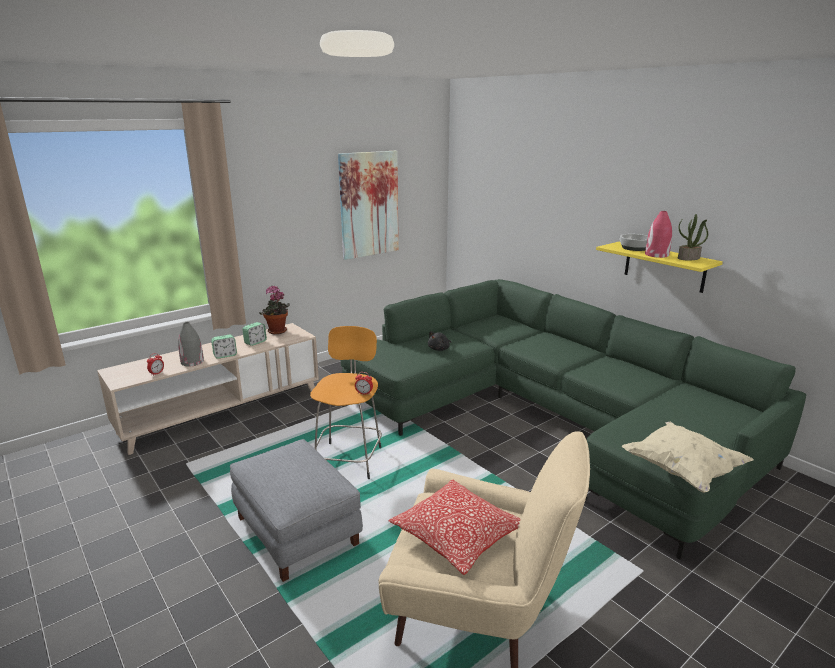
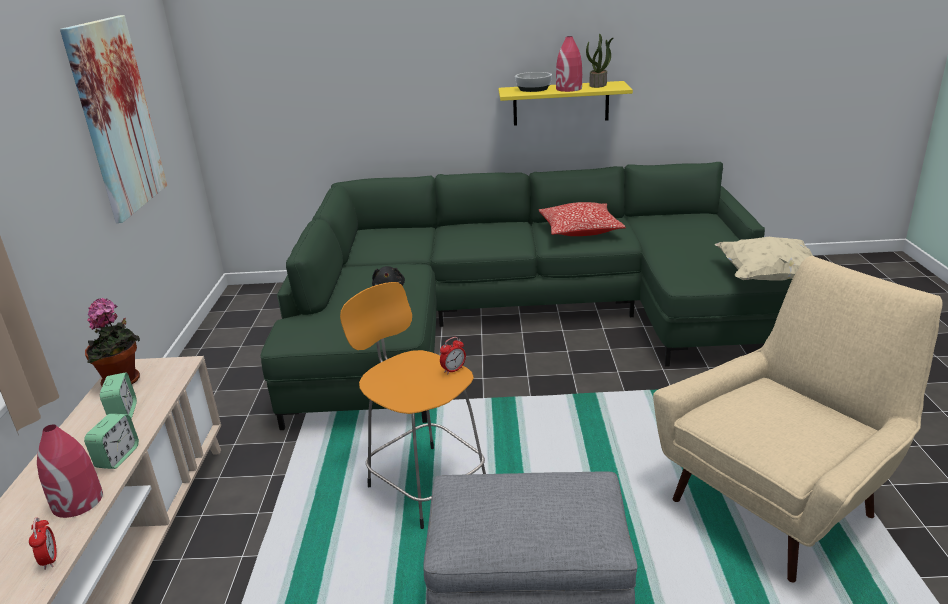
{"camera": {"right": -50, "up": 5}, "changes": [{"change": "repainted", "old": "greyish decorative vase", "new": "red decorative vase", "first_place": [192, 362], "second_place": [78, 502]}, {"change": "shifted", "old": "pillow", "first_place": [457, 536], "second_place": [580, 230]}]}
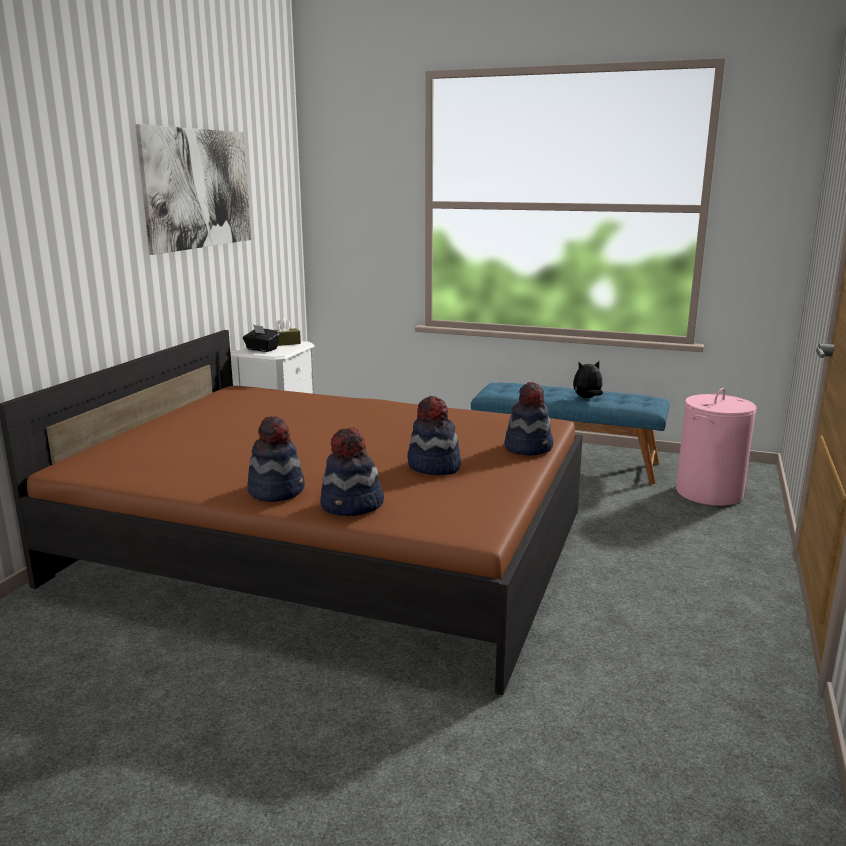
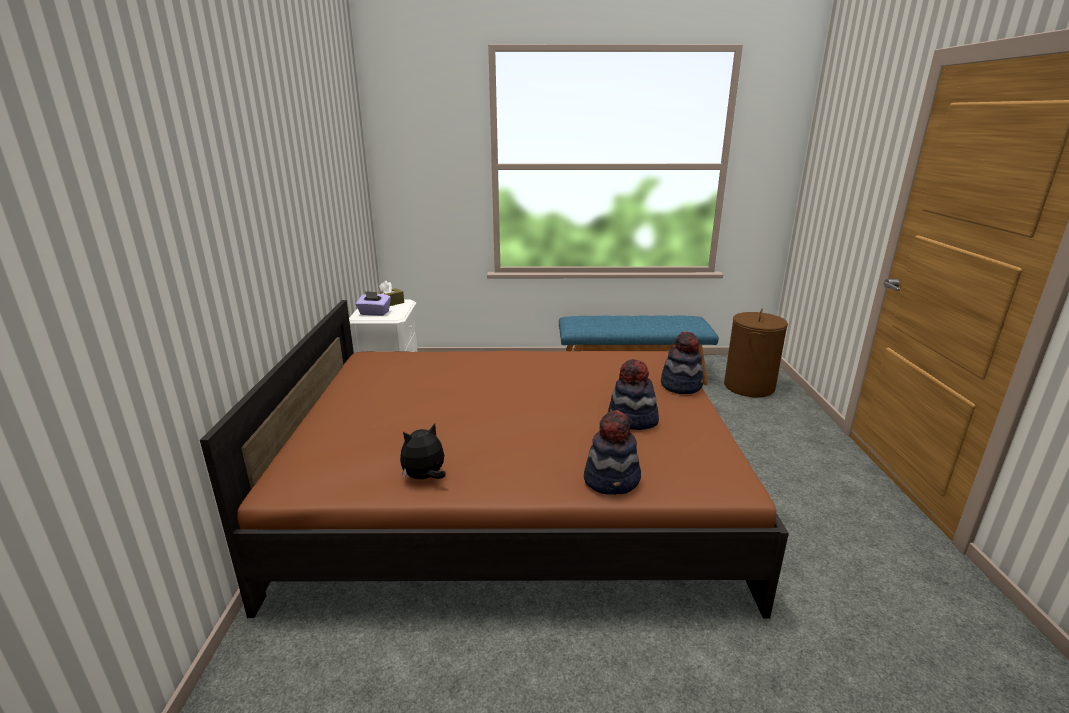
{"camera": {"right": -20, "up": 5}, "changes": [{"change": "gone", "old": "wall picture", "first_place": [198, 188]}, {"change": "repainted", "old": "black tissue holder", "new": "purple-coloured tissue holder", "first_place": [261, 349], "second_place": [374, 313]}, {"change": "gone", "old": "clothing hat", "first_place": [277, 491]}, {"change": "shifted", "old": "soft toy", "first_place": [587, 398], "second_place": [425, 478]}, {"change": "repainted", "old": "pinkish hamper", "new": "brown hamper", "first_place": [709, 492], "second_place": [749, 386]}]}
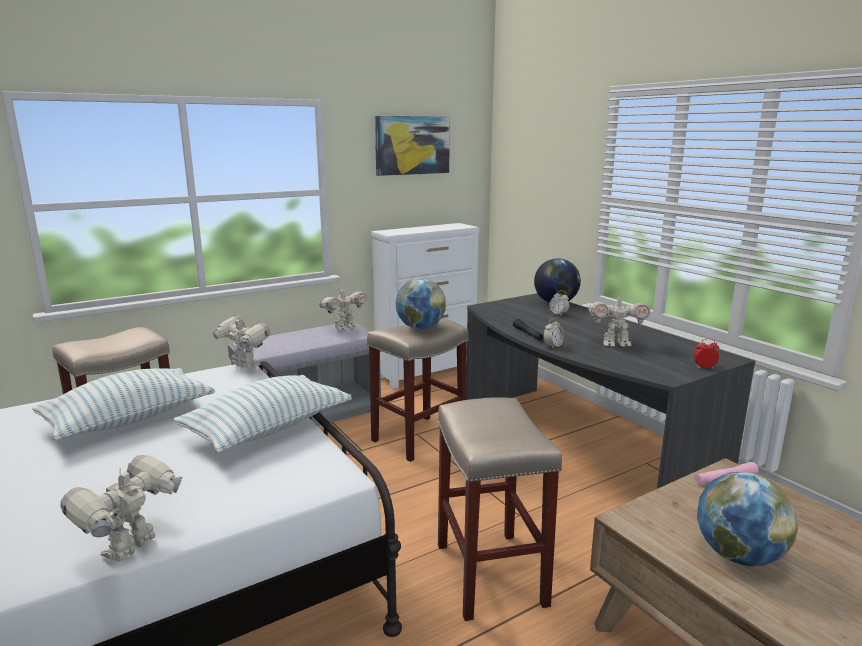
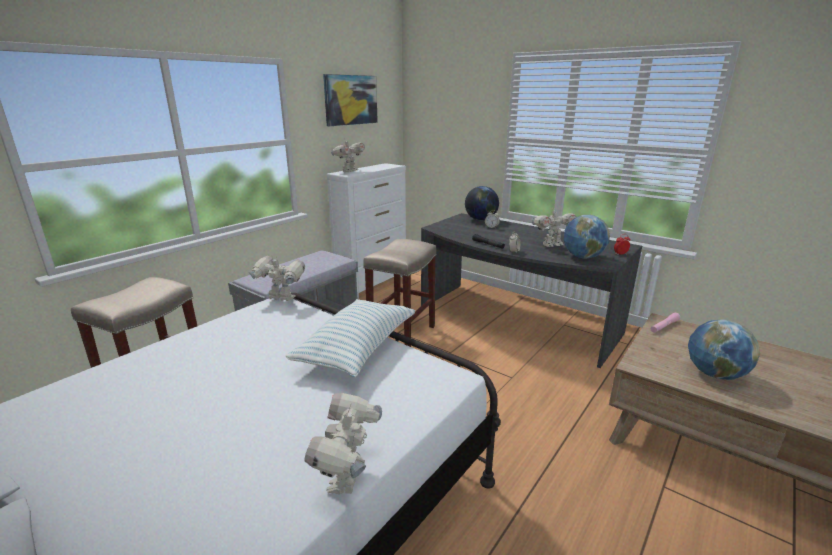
{"camera": {"right": -20, "up": 5}, "changes": [{"change": "gone", "old": "pillow", "first_place": [129, 419]}, {"change": "shifted", "old": "robot figure", "first_place": [344, 327], "second_place": [349, 171]}, {"change": "shifted", "old": "desk globe", "first_place": [420, 328], "second_place": [583, 257]}, {"change": "gone", "old": "sand-coloured sitting stool", "first_place": [489, 573]}]}
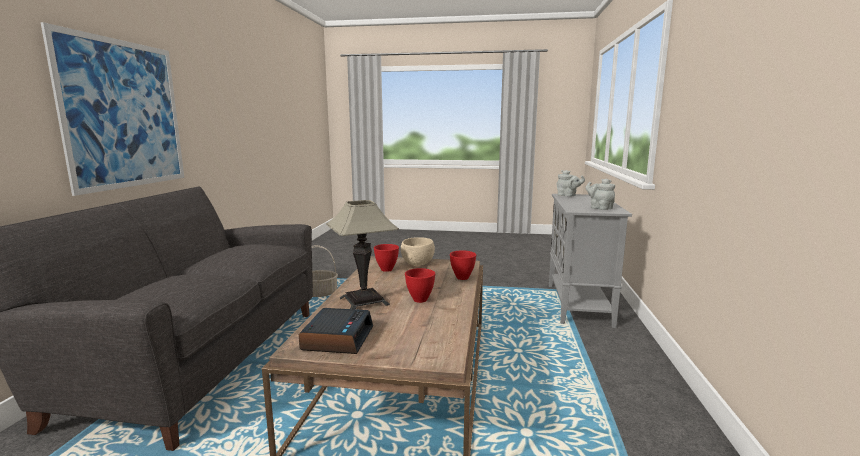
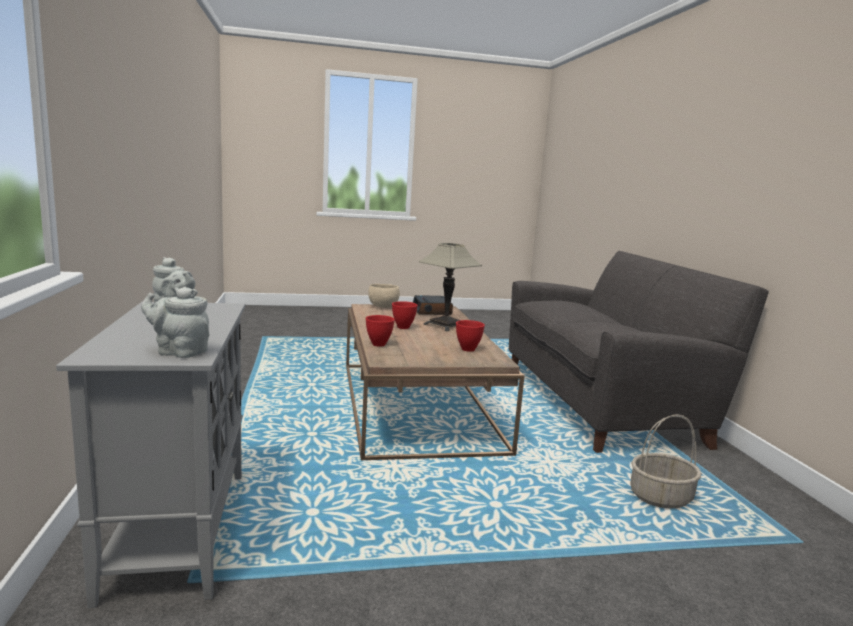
{"camera": {"right": 160, "up": 0}, "changes": [{"change": "gone", "old": "wall picture", "first_place": [124, 114]}, {"change": "shifted", "old": "sand-coloured deep dish", "first_place": [417, 264], "second_place": [383, 307]}]}
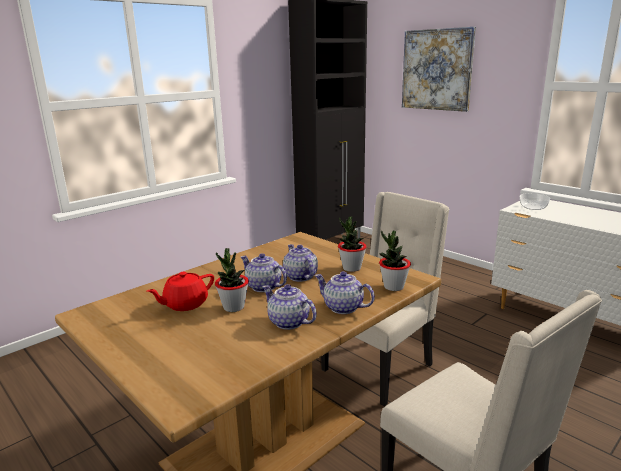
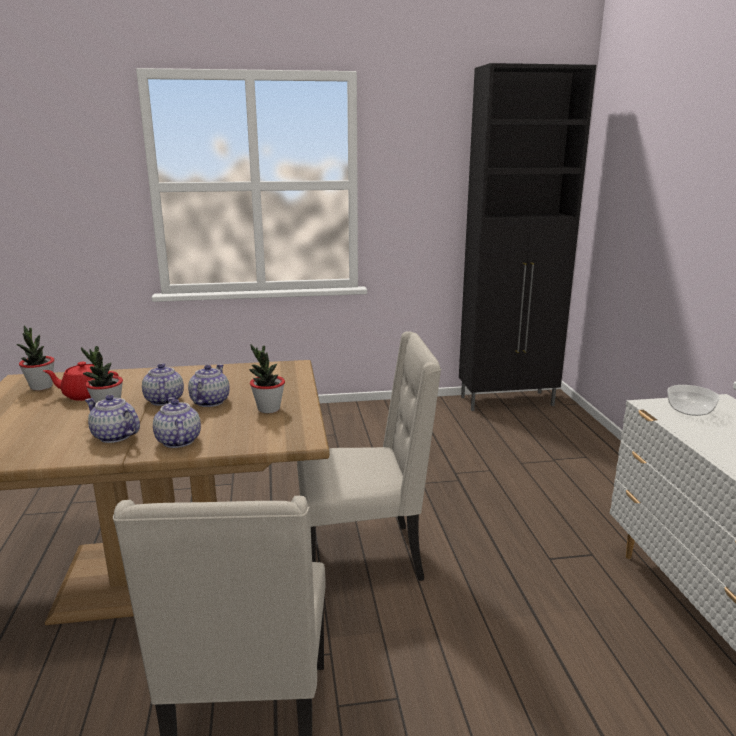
{"camera": {"right": 35, "up": 0}, "changes": [{"change": "rotated", "old": "pot for tea", "first_place": [288, 322], "second_place": [114, 436], "degrees": -45}, {"change": "shifted", "old": "potted plant", "first_place": [393, 287], "second_place": [41, 387]}, {"change": "gone", "old": "wall picture", "first_place": [437, 70]}]}
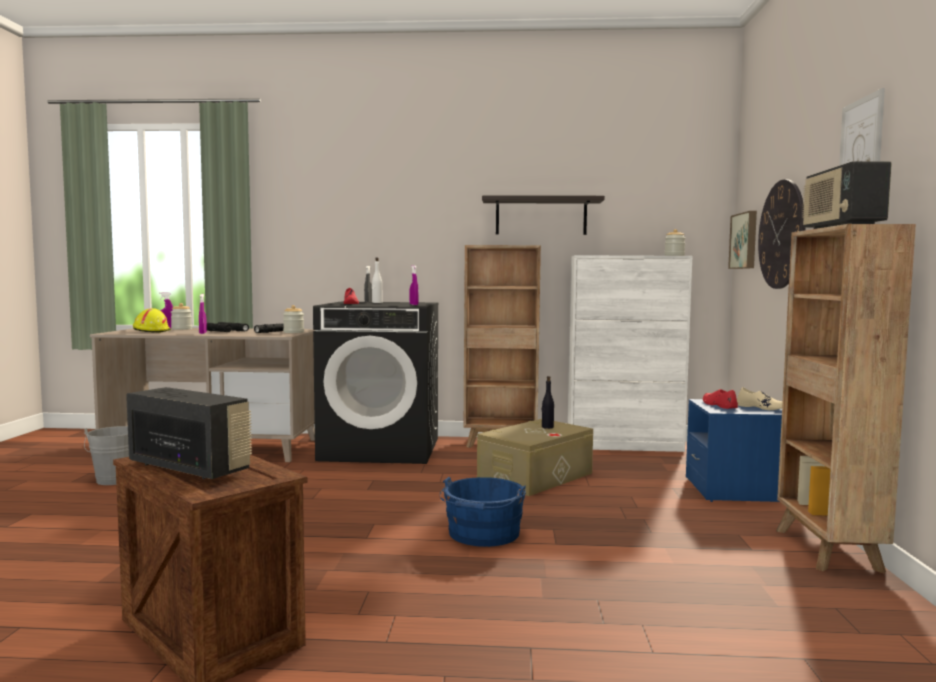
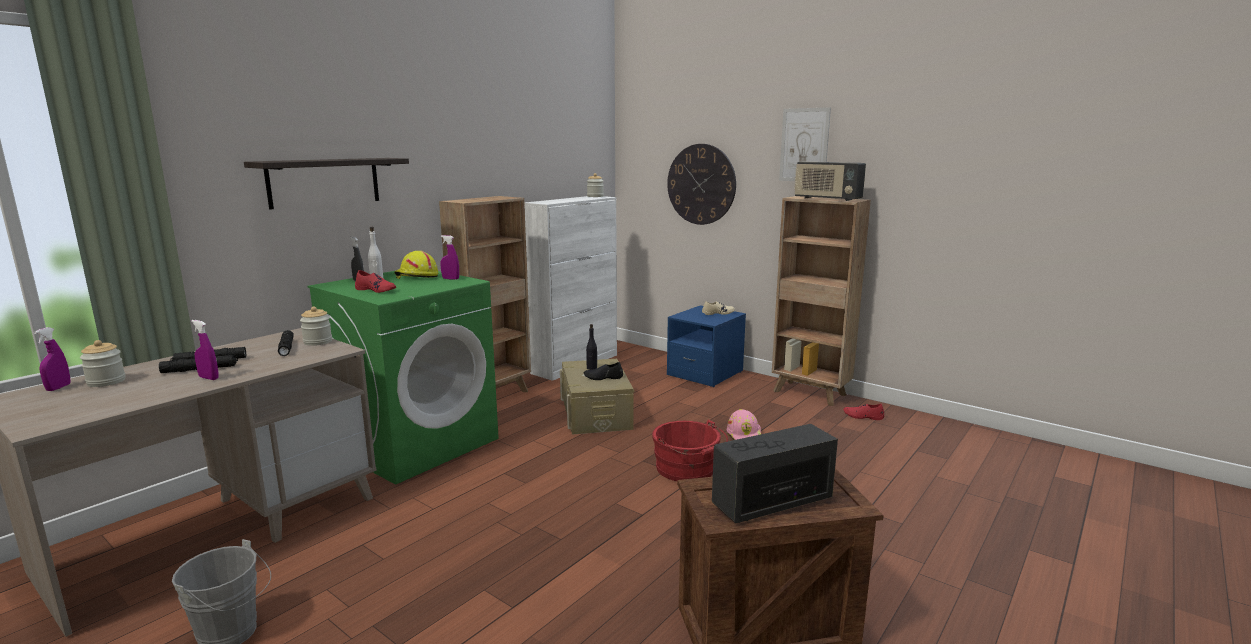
{"camera": {"right": -55, "up": 10}, "changes": [{"change": "shifted", "old": "yellow-coloured work helmet", "first_place": [151, 331], "second_place": [416, 277]}, {"change": "repainted", "old": "black laundry appliance", "new": "green-coloured laundry appliance", "first_place": [381, 449], "second_place": [416, 443]}, {"change": "repainted", "old": "blue water bucket", "new": "red water bucket", "first_place": [482, 534], "second_place": [688, 469]}, {"change": "shifted", "old": "wall shelf", "first_place": [541, 216], "second_place": [324, 182]}, {"change": "shifted", "old": "red item of footwear", "first_place": [718, 405], "second_place": [863, 416]}, {"change": "gone", "old": "wall picture", "first_place": [745, 241]}, {"change": "new", "new": "black item of footwear", "second_place": [603, 377]}, {"change": "new", "new": "pinkish work helmet", "second_place": [744, 434]}]}
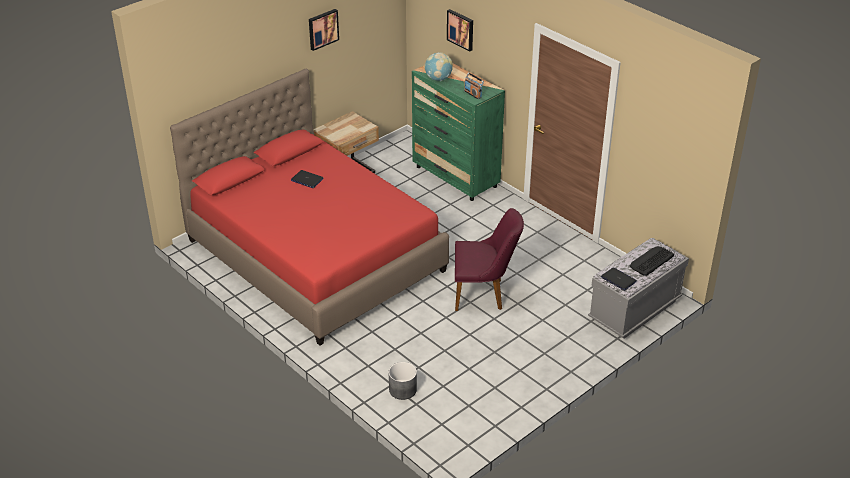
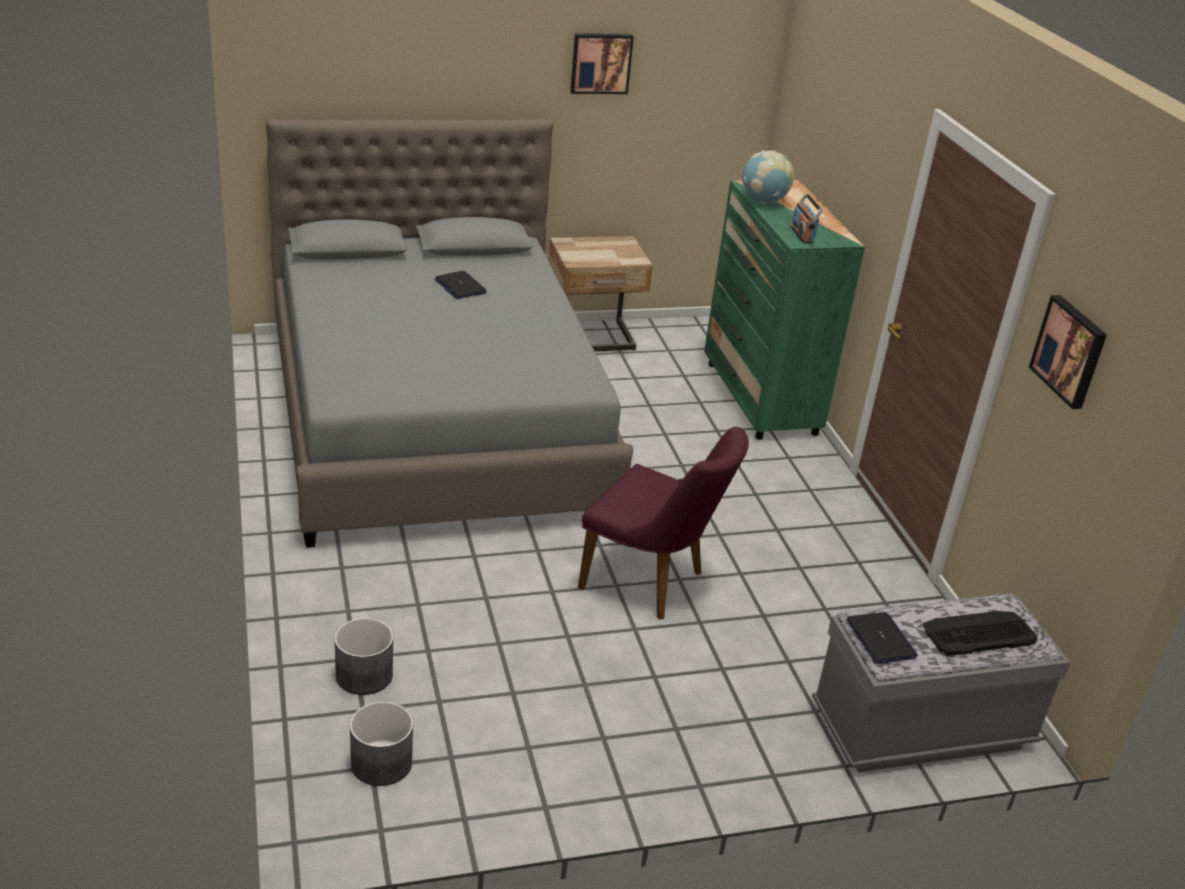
{"camera": {"right": 25, "up": -5}, "changes": [{"change": "repainted", "old": "red bedroom bed", "new": "greyish bedroom bed", "first_place": [315, 255], "second_place": [436, 421]}, {"change": "shifted", "old": "wall picture", "first_place": [461, 29], "second_place": [1070, 351]}, {"change": "new", "new": "greyish plant pot", "second_place": [380, 763]}]}
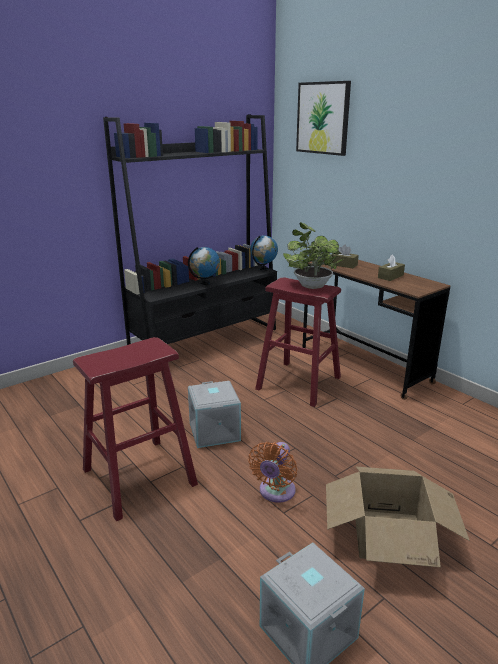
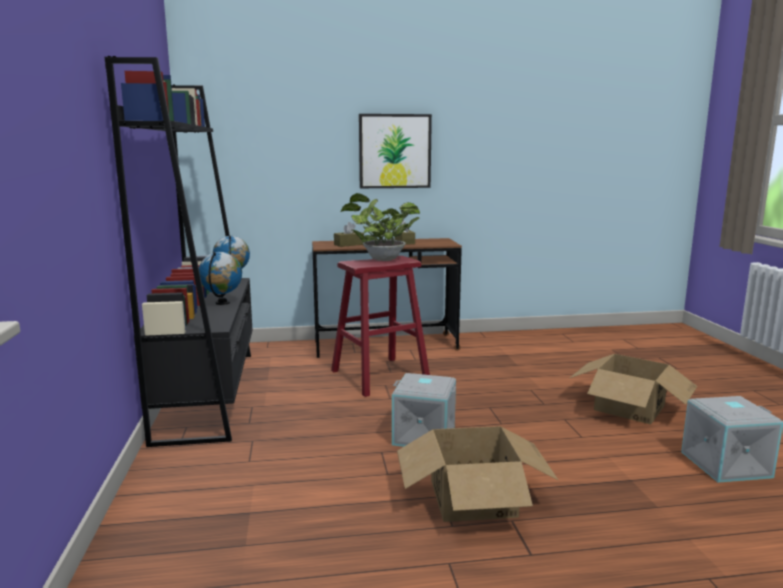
{"camera": {"right": -60, "up": -10}, "changes": [{"change": "swapped", "old": "red sitting stool", "new": "cardboard box", "first_place": [139, 477], "second_place": [472, 497]}, {"change": "gone", "old": "orange electric fan", "first_place": [275, 492]}, {"change": "shifted", "old": "wall picture", "first_place": [323, 118], "second_place": [394, 151]}]}
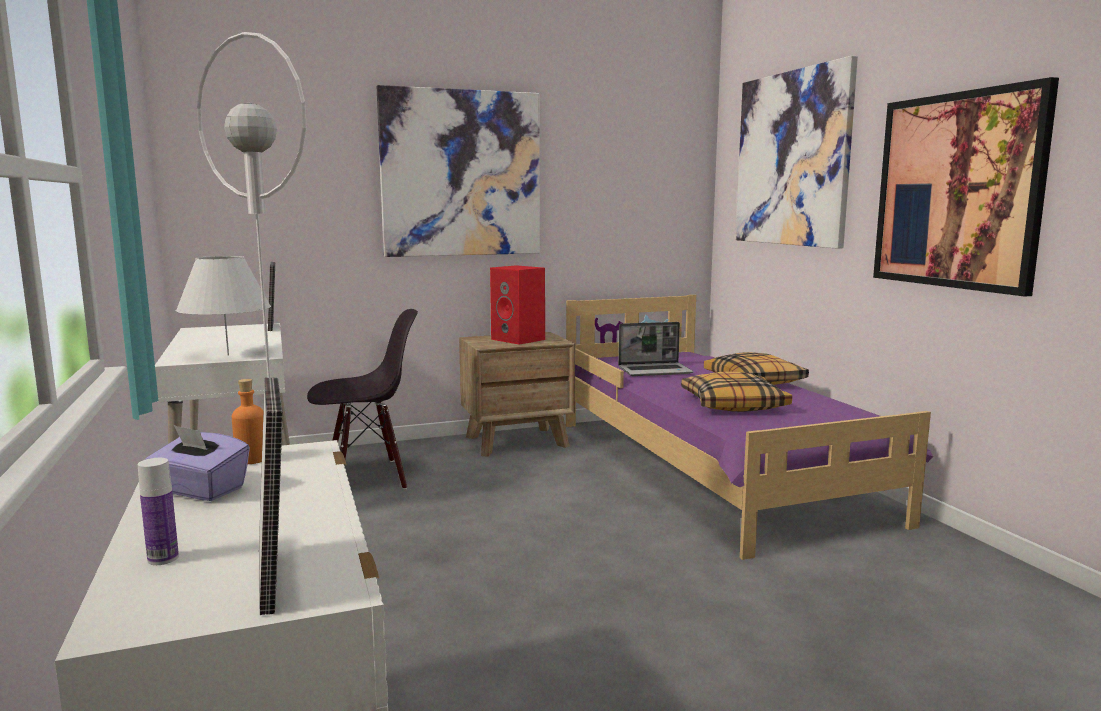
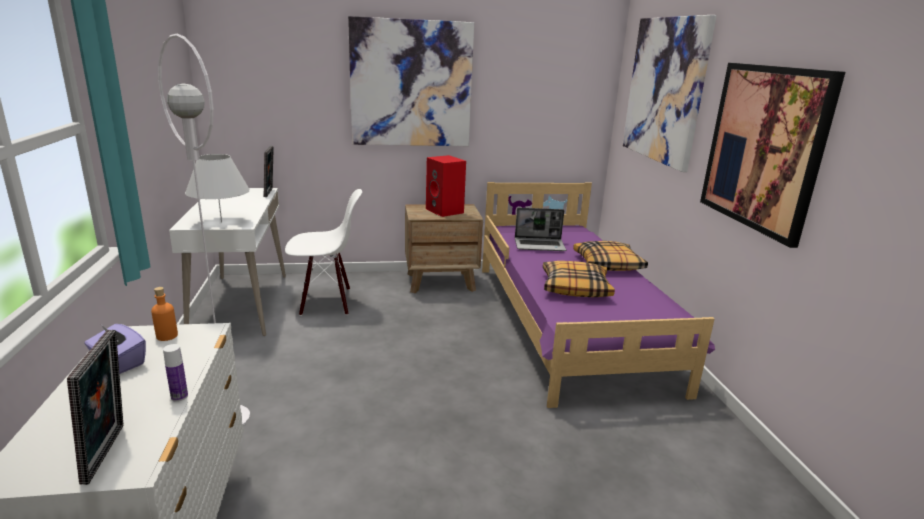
{"camera": {"right": 10, "up": 10}, "changes": [{"change": "shifted", "old": "bottle", "first_place": [163, 558], "second_place": [179, 397]}, {"change": "repainted", "old": "black chair", "new": "white-coloured chair", "first_place": [366, 478], "second_place": [326, 302]}]}
